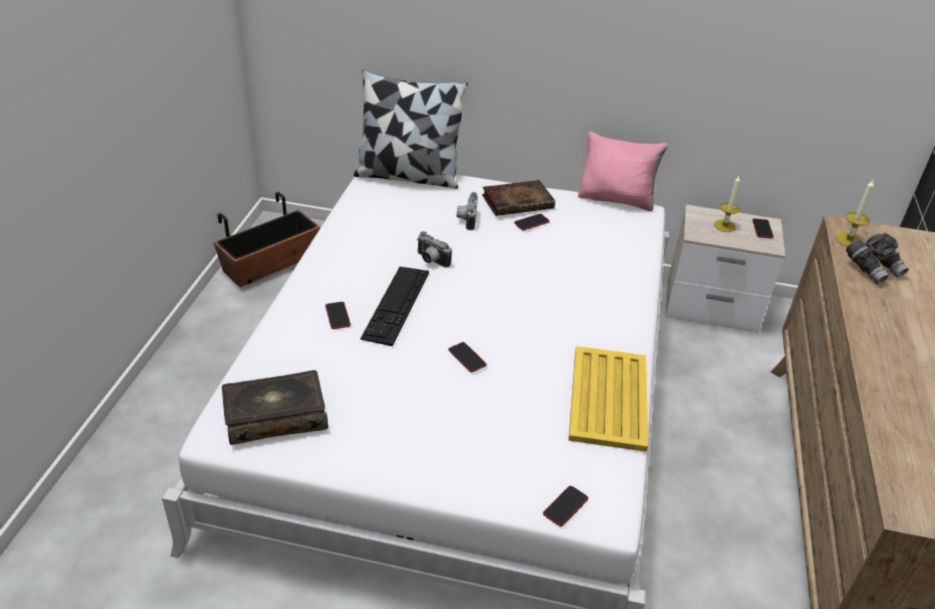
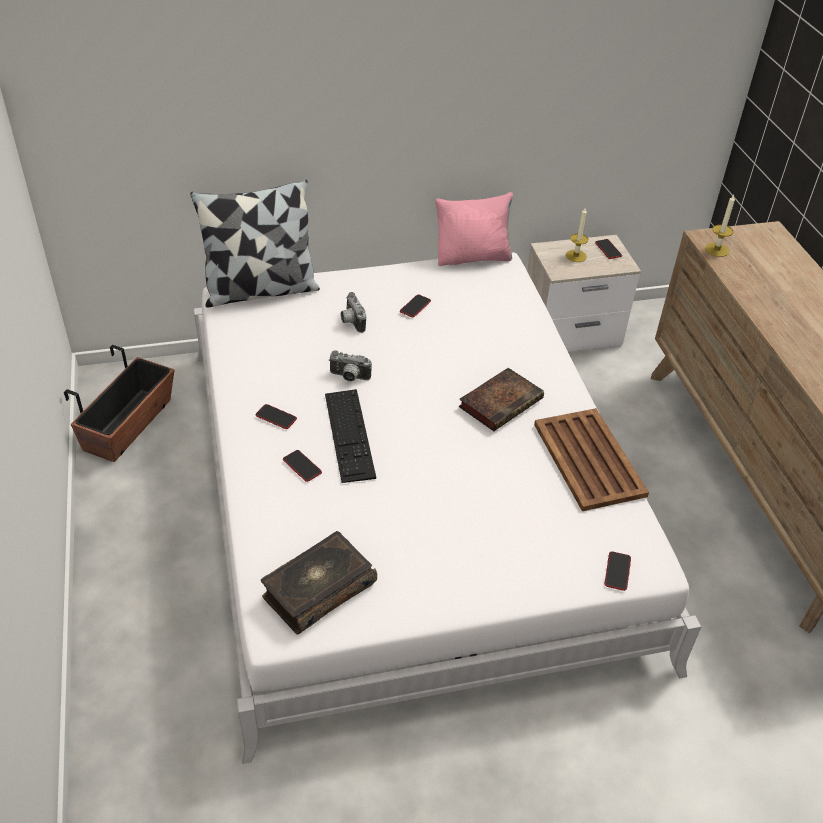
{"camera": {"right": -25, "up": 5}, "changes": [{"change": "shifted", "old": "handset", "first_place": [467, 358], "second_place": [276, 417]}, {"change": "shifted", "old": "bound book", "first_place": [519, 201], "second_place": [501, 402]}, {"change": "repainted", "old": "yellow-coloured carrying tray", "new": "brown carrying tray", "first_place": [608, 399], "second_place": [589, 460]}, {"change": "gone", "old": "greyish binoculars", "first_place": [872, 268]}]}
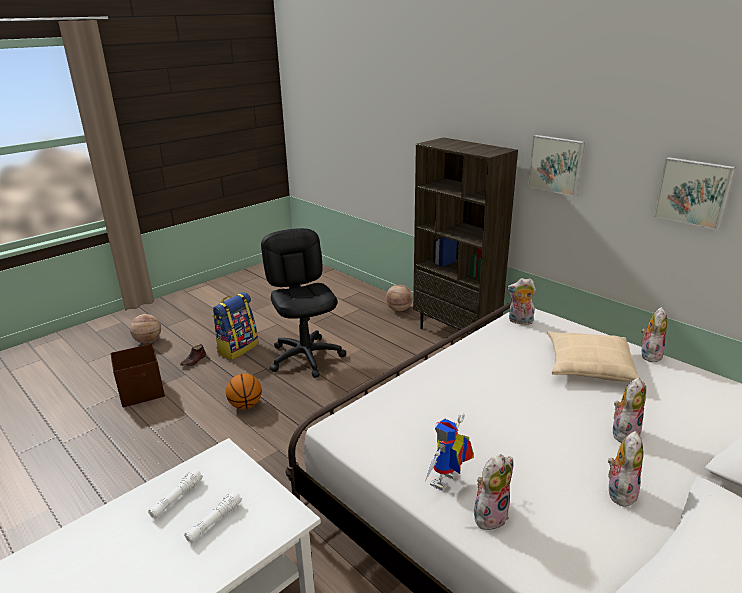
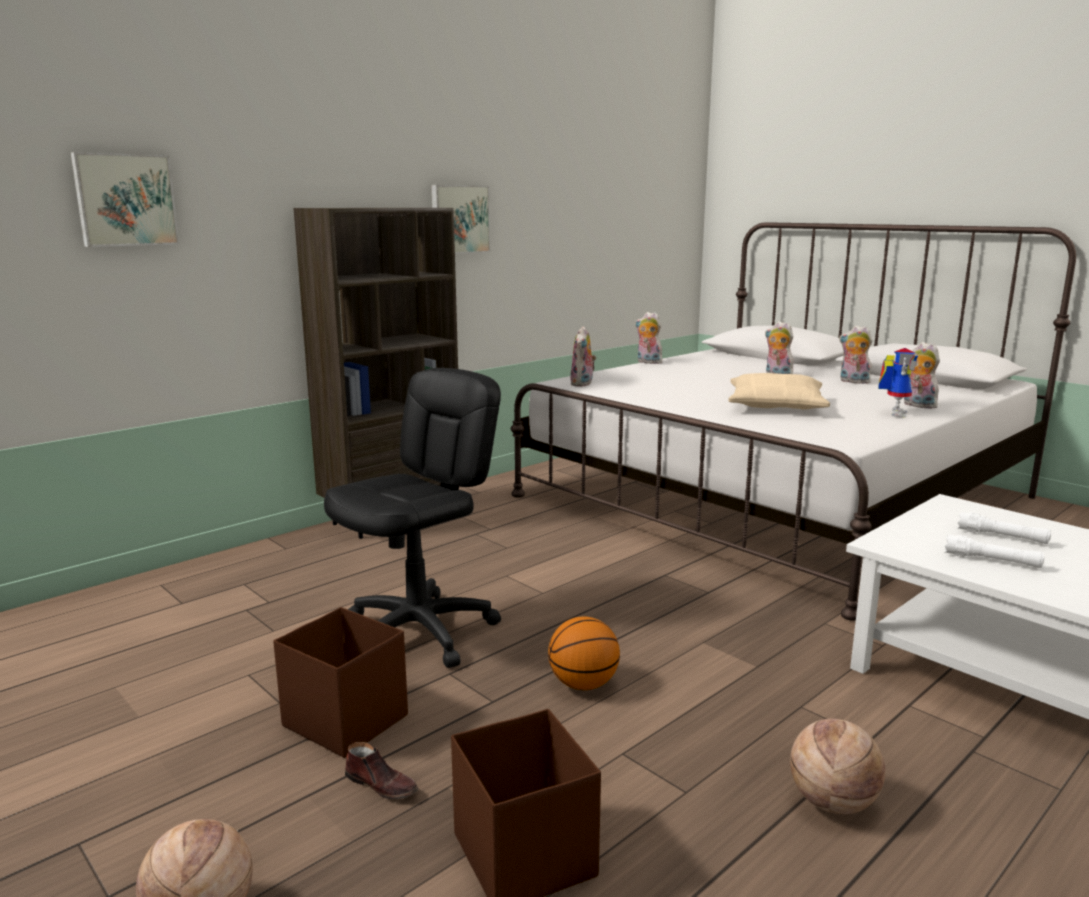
{"camera": {"right": -90, "up": -10}, "changes": [{"change": "swapped", "old": "rucksack", "new": "brown storage bin", "first_place": [237, 348], "second_place": [345, 720]}, {"change": "rotated", "old": "black computer chair", "first_place": [306, 357], "second_place": [419, 632], "degrees": 150}, {"change": "shifted", "old": "basketball ball", "first_place": [399, 309], "second_place": [832, 803]}, {"change": "rotated", "old": "robot figure", "first_place": [447, 483], "second_place": [893, 413], "degrees": -105}, {"change": "shifted", "old": "sand-coloured pillow", "first_place": [588, 365], "second_place": [776, 406]}, {"change": "shifted", "old": "wall picture", "first_place": [693, 192], "second_place": [125, 200]}]}
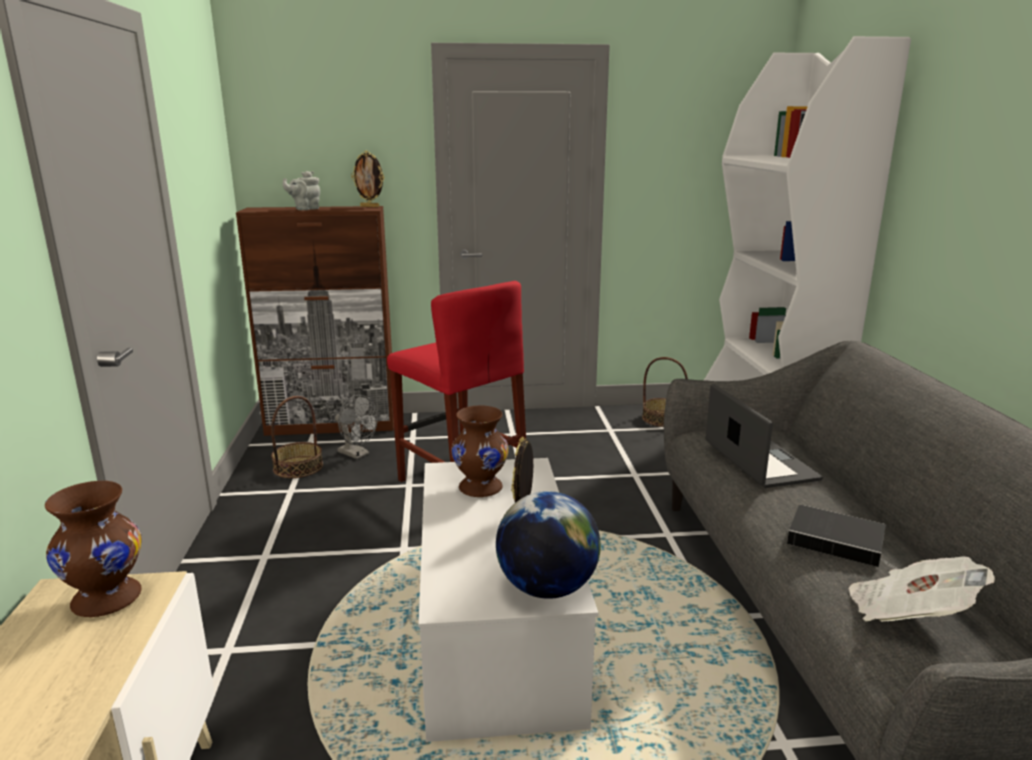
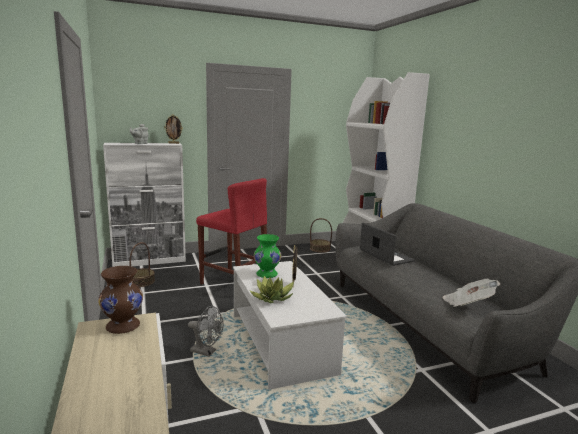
{"camera": {"right": -15, "up": -5}, "changes": [{"change": "repainted", "old": "brown cupboard", "new": "white-coloured cupboard", "first_place": [332, 425], "second_place": [150, 261]}, {"change": "shifted", "old": "greyish electric fan", "first_place": [357, 454], "second_place": [207, 352]}, {"change": "repainted", "old": "brown decorative vase", "new": "green-coloured decorative vase", "first_place": [480, 487], "second_place": [266, 274]}, {"change": "gone", "old": "desk globe", "first_place": [547, 588]}, {"change": "gone", "old": "bound book", "first_place": [838, 541]}, {"change": "new", "new": "potted plant", "second_place": [273, 298]}]}
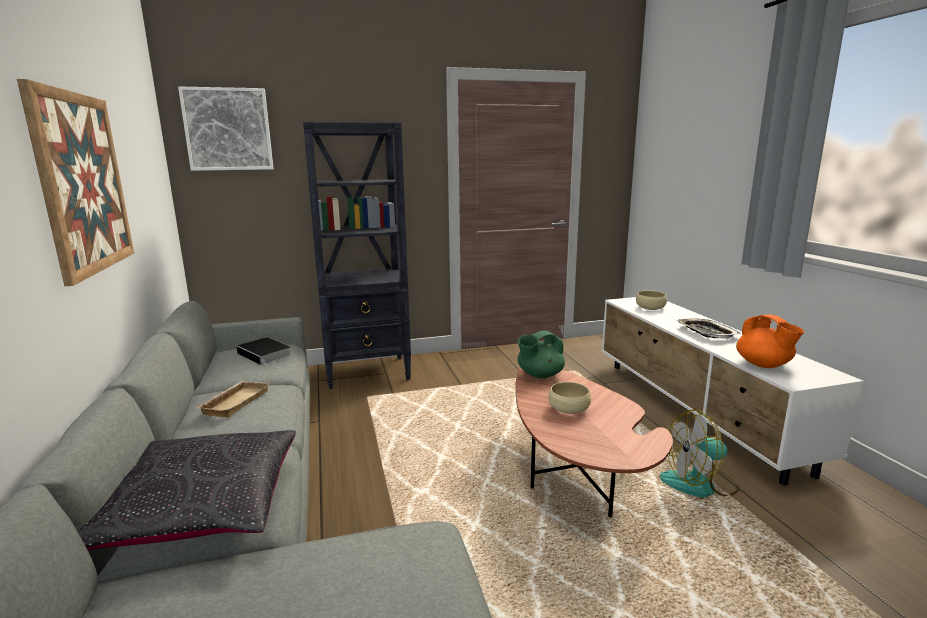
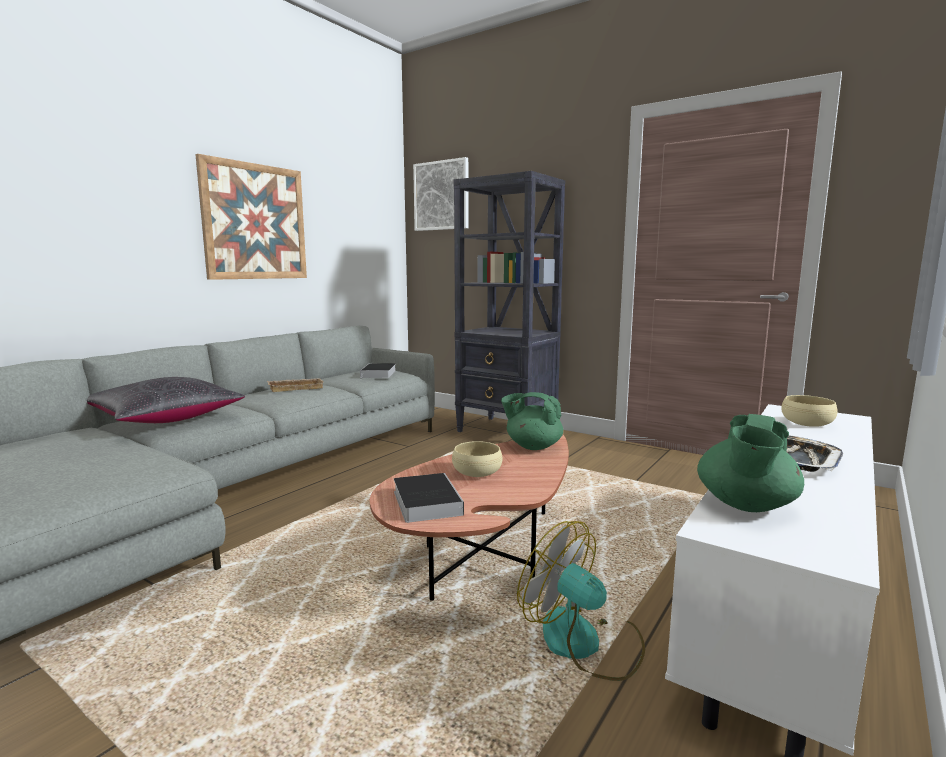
{"camera": {"right": 50, "up": -5}, "changes": [{"change": "repainted", "old": "orange pot for tea", "new": "green-coloured pot for tea", "first_place": [764, 365], "second_place": [746, 505]}, {"change": "new", "new": "bound book", "second_place": [425, 501]}]}
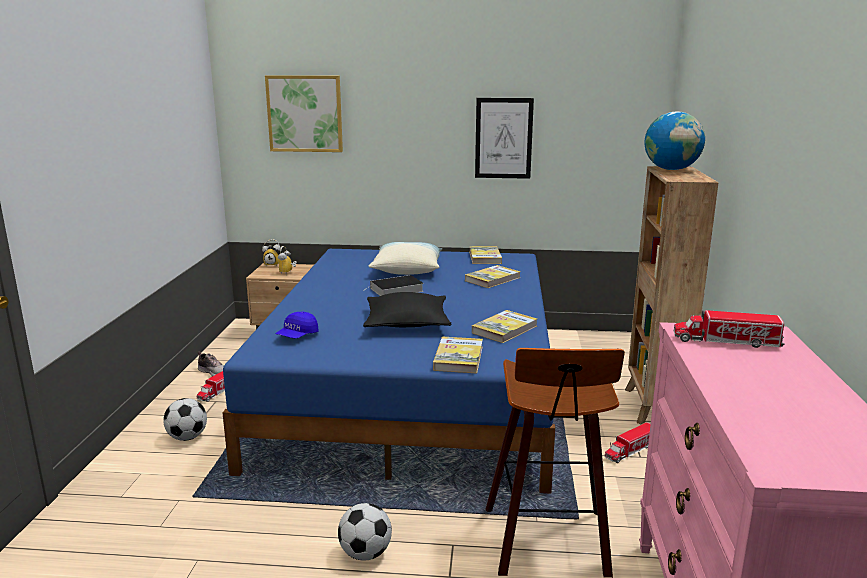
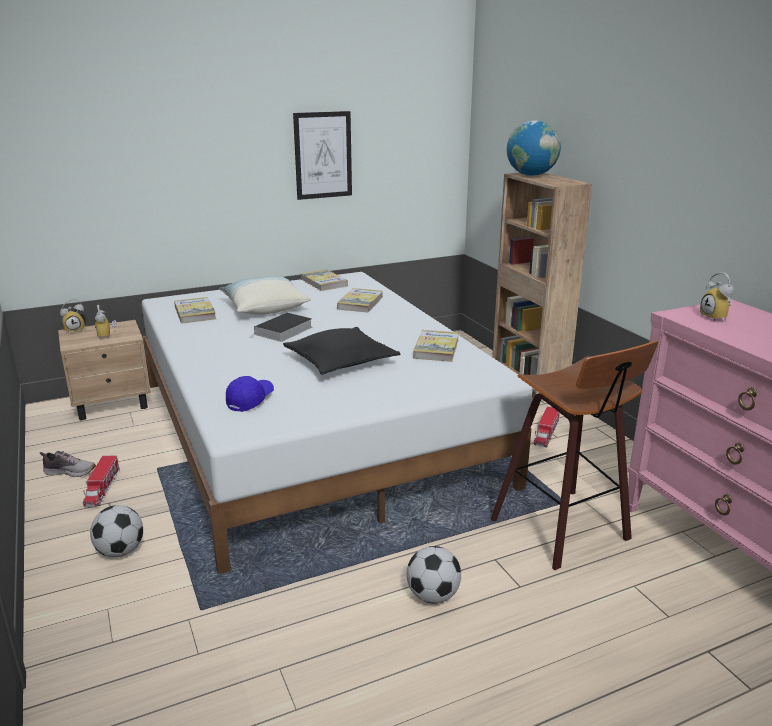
{"camera": {"right": -30, "up": 5}, "changes": [{"change": "repainted", "old": "blue bedroom bed", "new": "white-coloured bedroom bed", "first_place": [414, 388], "second_place": [313, 430]}, {"change": "gone", "old": "wall picture", "first_place": [305, 113]}, {"change": "rotated", "old": "blue baseball cap", "first_place": [297, 336], "second_place": [250, 400], "degrees": -150}, {"change": "shifted", "old": "bound book", "first_place": [458, 358], "second_place": [195, 313]}, {"change": "swapped", "old": "model truck", "new": "alarm clock", "first_place": [726, 341], "second_place": [717, 318]}]}
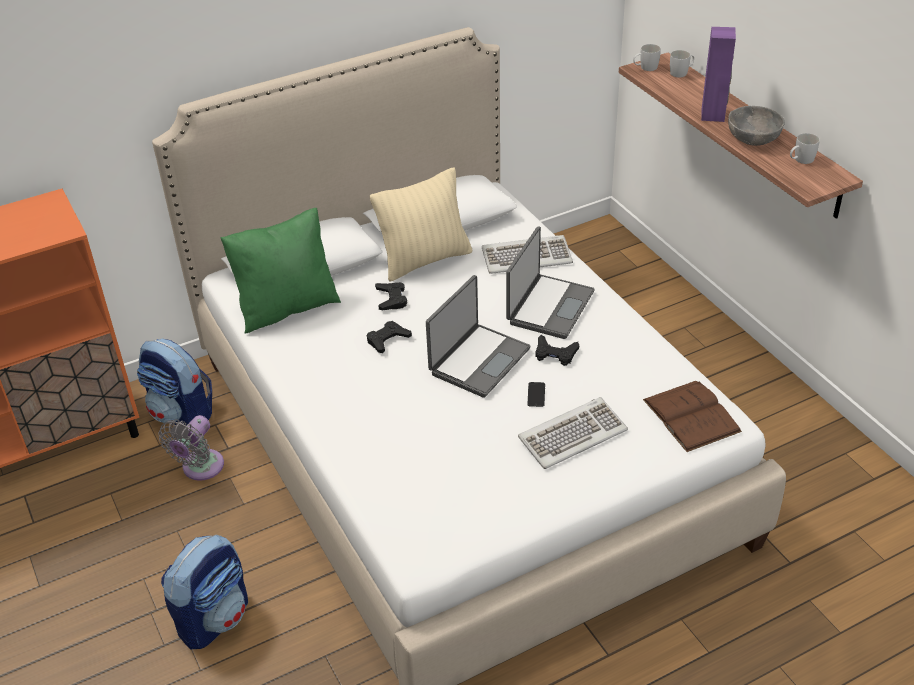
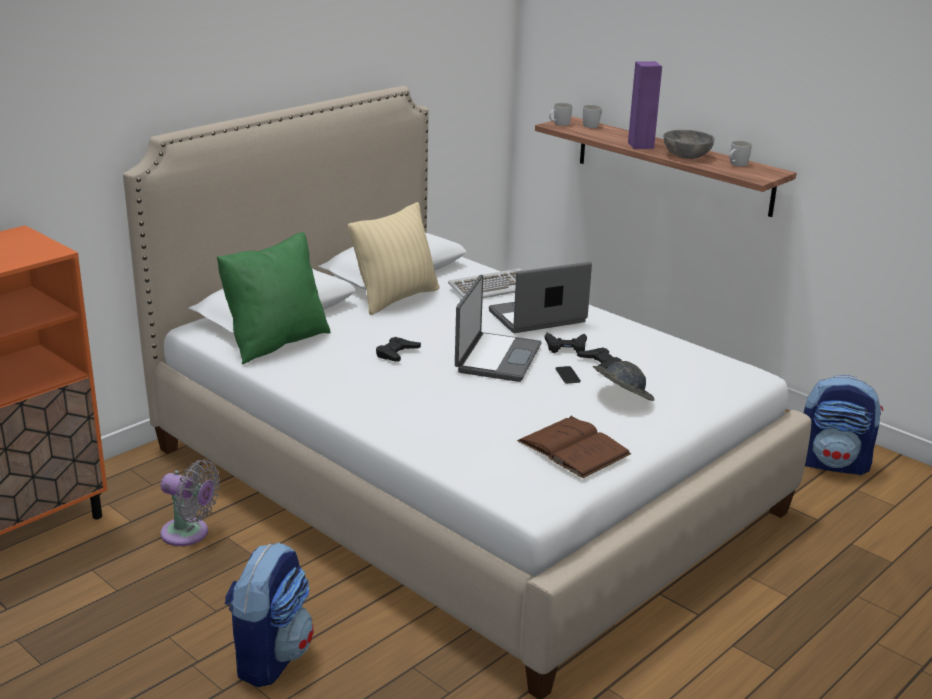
{"camera": {"right": -20, "up": -15}, "changes": [{"change": "shifted", "old": "rucksack", "first_place": [182, 414], "second_place": [833, 463]}, {"change": "rotated", "old": "greyish electric fan", "first_place": [200, 468], "second_place": [189, 534], "degrees": -75}, {"change": "shifted", "old": "black game controller", "first_place": [391, 299], "second_place": [600, 364]}, {"change": "rotated", "old": "laptop", "first_place": [549, 307], "second_place": [538, 318], "degrees": -120}, {"change": "swapped", "old": "computer keyboard", "new": "greyish clothing hat", "first_place": [572, 435], "second_place": [621, 397]}, {"change": "shifted", "old": "brown bound book", "first_place": [691, 415], "second_place": [573, 447]}]}
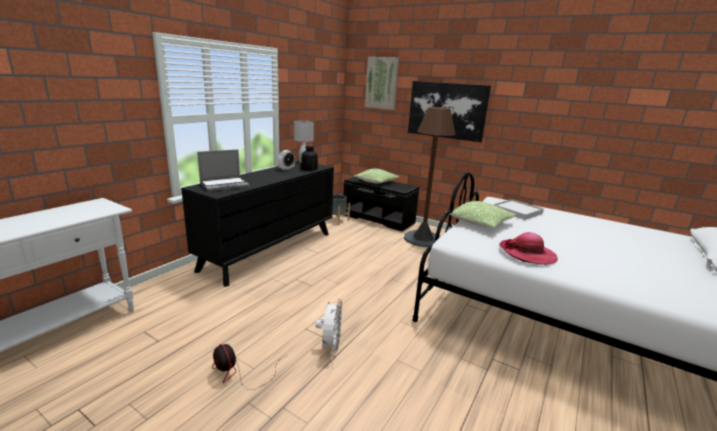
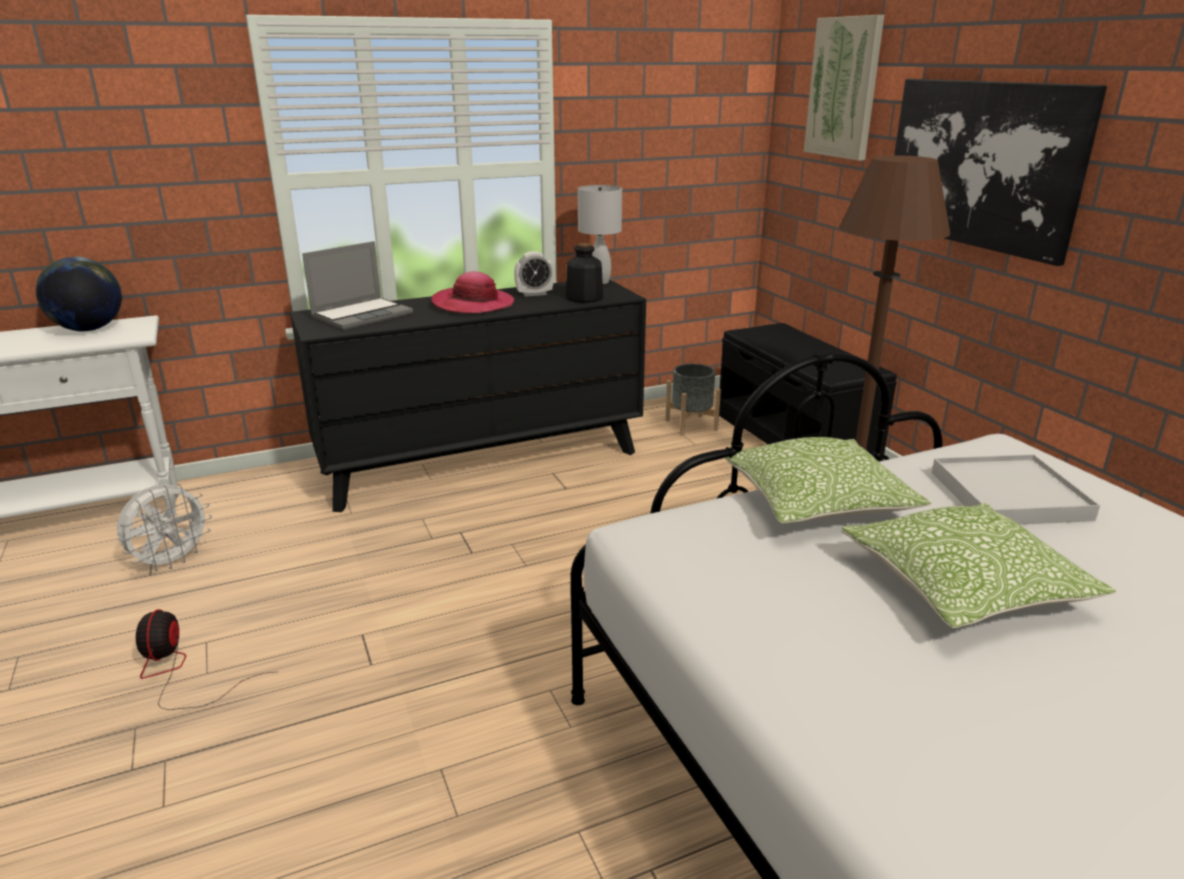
{"camera": {"right": 35, "up": 5}, "changes": [{"change": "rotated", "old": "laptop", "first_place": [225, 185], "second_place": [362, 315], "degrees": -45}, {"change": "shifted", "old": "white-coloured electric fan", "first_place": [330, 346], "second_place": [172, 561]}, {"change": "shifted", "old": "pillow", "first_place": [376, 182], "second_place": [963, 586]}, {"change": "shifted", "old": "clothing hat", "first_place": [527, 254], "second_place": [473, 304]}, {"change": "new", "new": "desk globe", "second_place": [89, 330]}]}
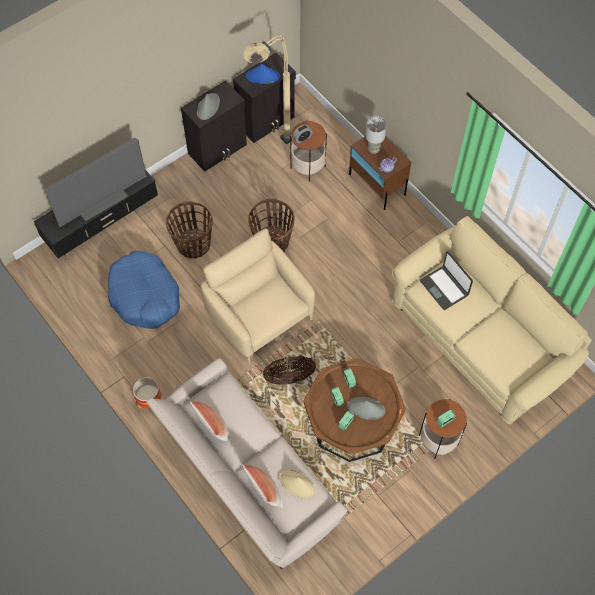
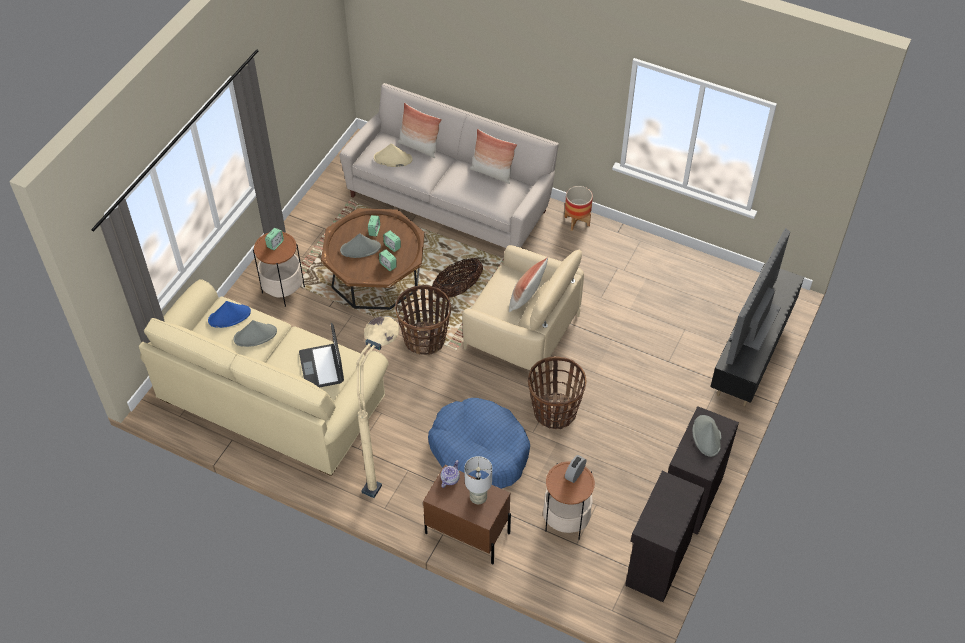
{"camera": {"right": 155, "up": -10}, "changes": [{"change": "shifted", "old": "blue pet bed", "first_place": [145, 296], "second_place": [479, 451]}, {"change": "shifted", "old": "basket", "first_place": [193, 244], "second_place": [425, 339]}, {"change": "shifted", "old": "sand-coloured standing lamp", "first_place": [269, 149], "second_place": [388, 464]}, {"change": "shifted", "old": "blue clothing hat", "first_place": [262, 76], "second_place": [229, 316]}, {"change": "rotated", "old": "laptop", "first_place": [444, 288], "second_place": [322, 367], "degrees": -135}, {"change": "new", "new": "greyish clothing hat", "second_place": [255, 335]}, {"change": "new", "new": "pillow", "second_place": [526, 298]}]}
